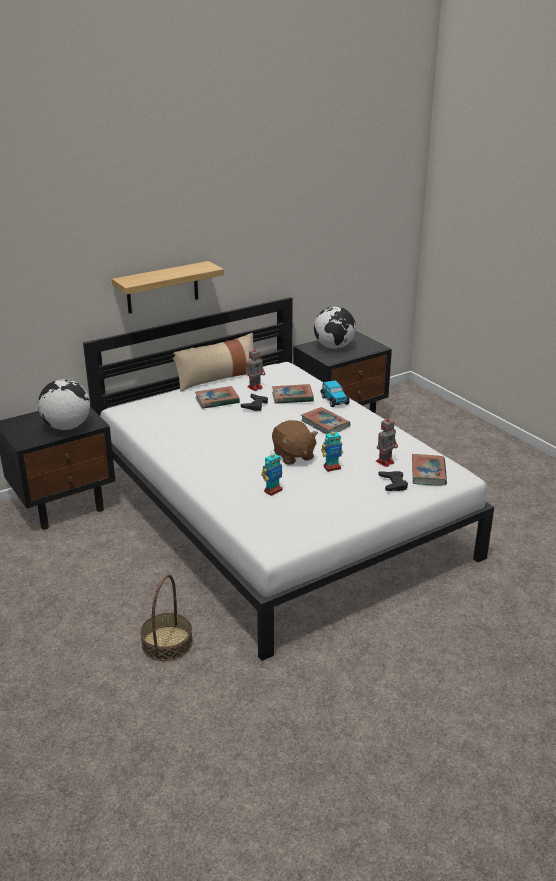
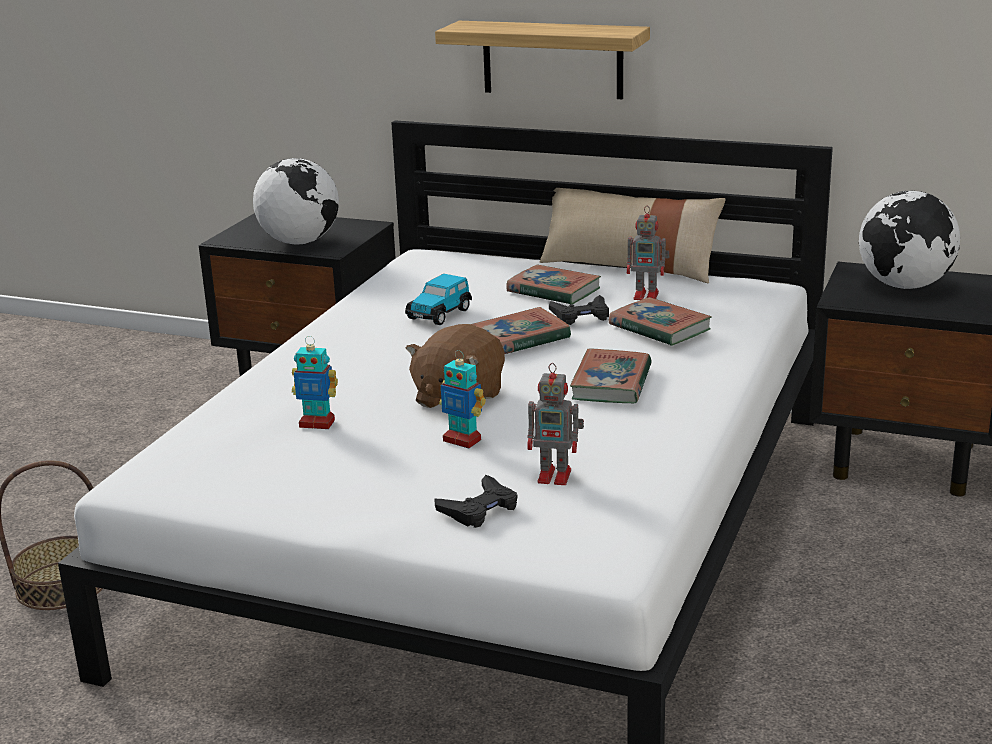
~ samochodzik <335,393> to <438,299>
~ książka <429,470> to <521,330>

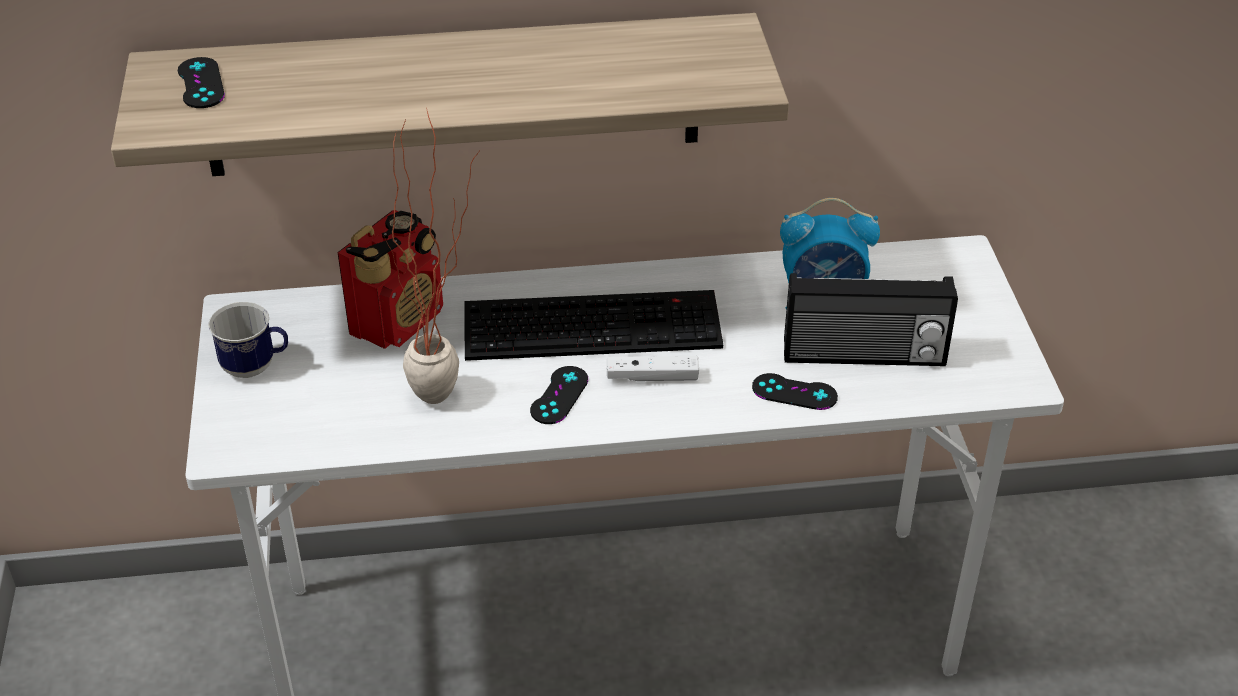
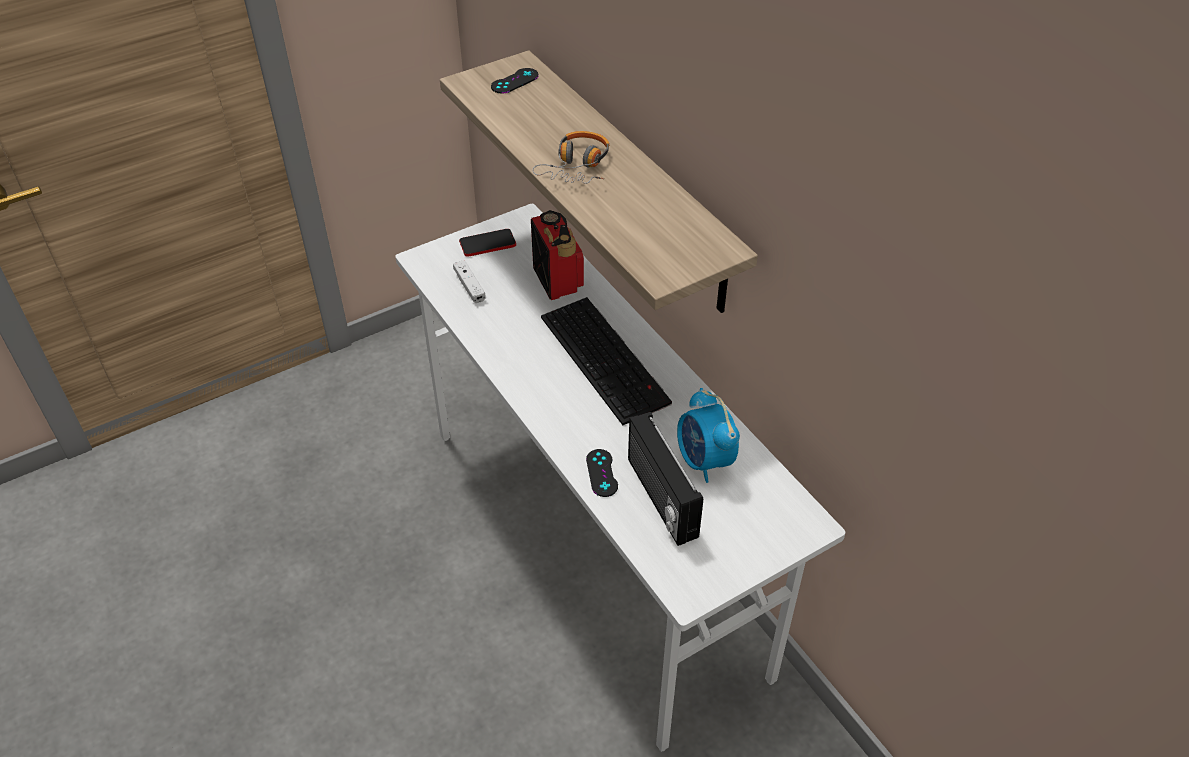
- roślina doniczkowa <431,255>
~ radio <390,279> = <557,255> 120 degrees counterclockwise
~ kubek <248,340> to telefon <487,243>
~ pad do gier/biały <653,368> to <469,281>
- pad do gier/czarny <559,395>
+ słuchawki <570,157>

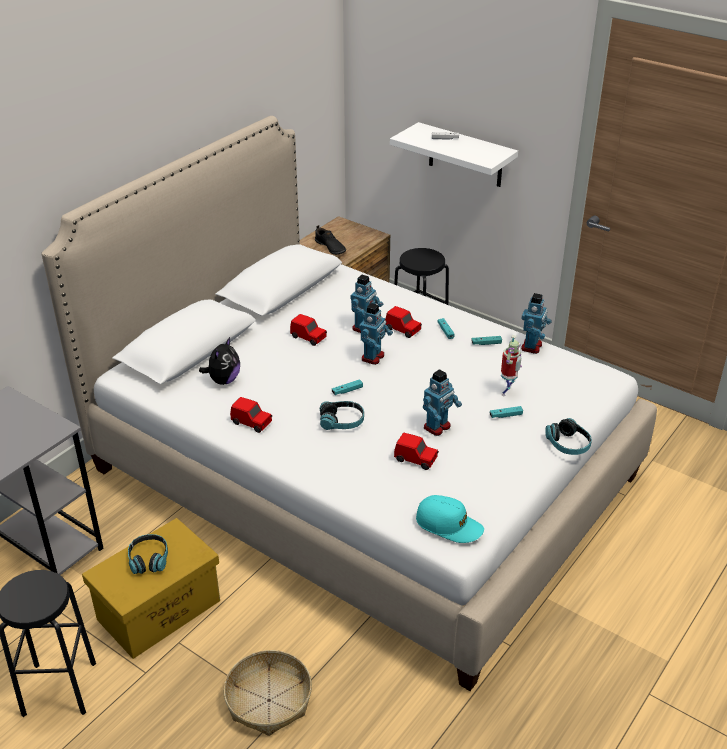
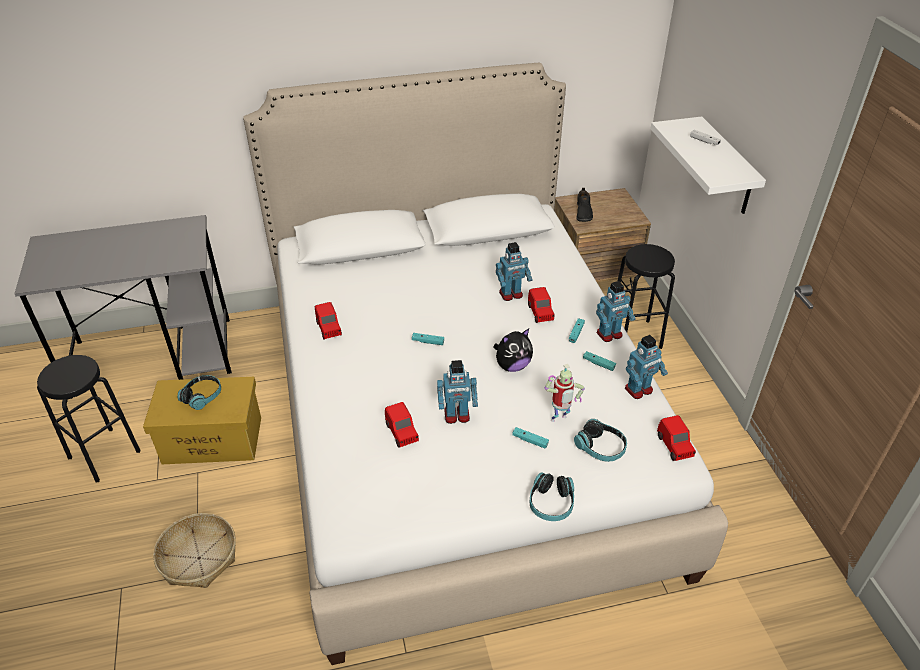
~ robot zabawkowy <376,334> to <616,311>
~ samochodzik/czerwony <308,330> to <676,438>
~ pluszak <219,361> to <513,350>
~ słuchawki <342,415> to <600,440>
- czapka z daszkiem/turkusowy <450,519>

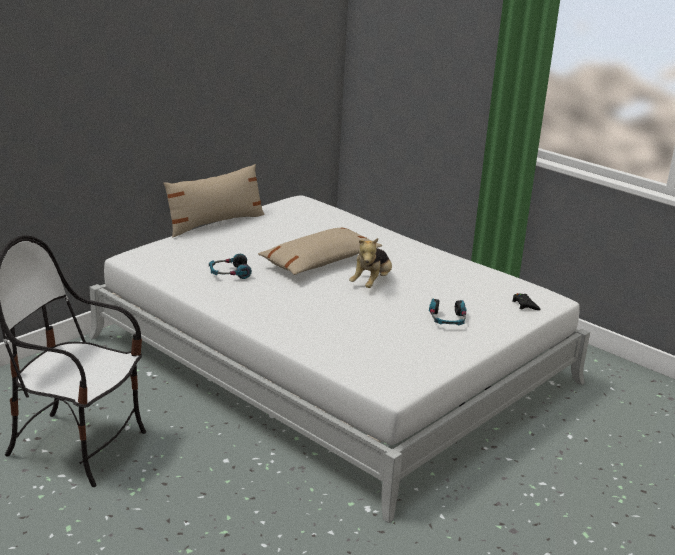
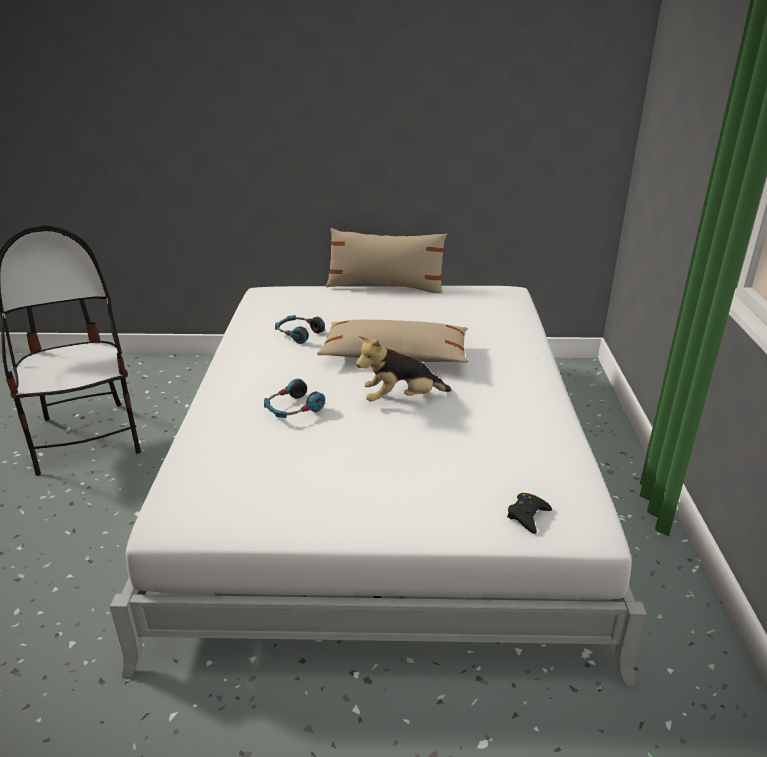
~ słuchawki <448,312> to <294,398>

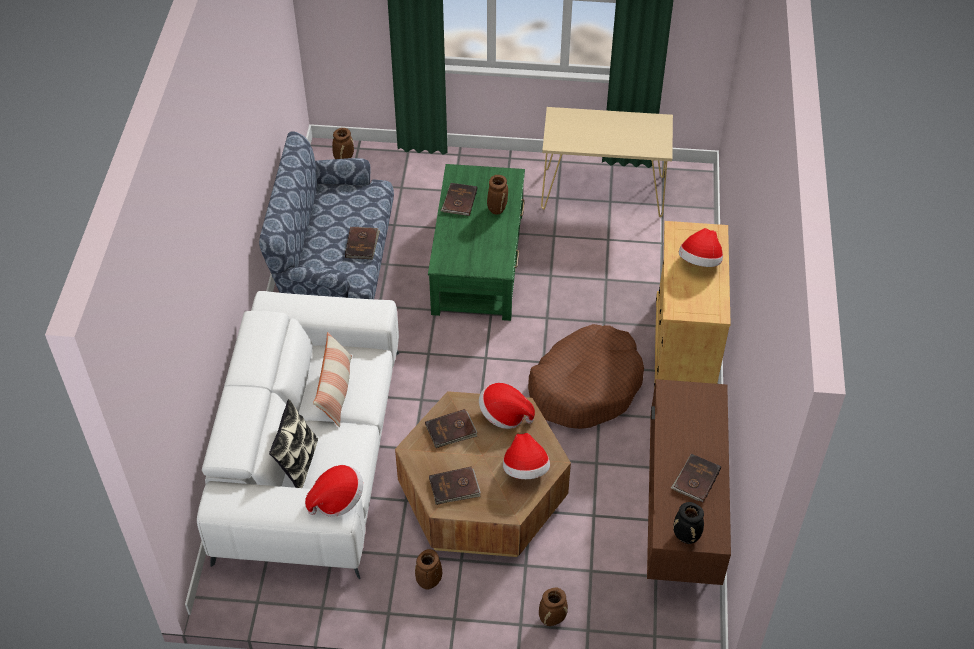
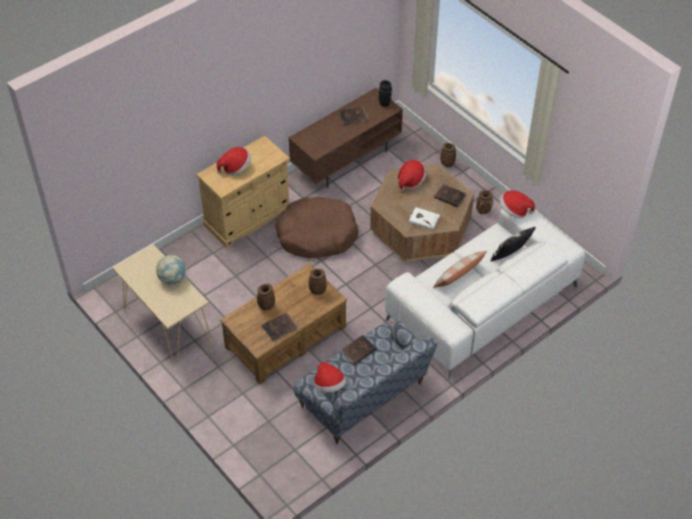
~ wazon/brązowy <343,143> to <318,282>
~ ława/zielony <476,242> to ława/brązowy <283,324>
~ kapelusz <507,406> to <330,377>
~ książka/brązowy <451,428> to książka/biały <425,218>
+ globus <171,269>

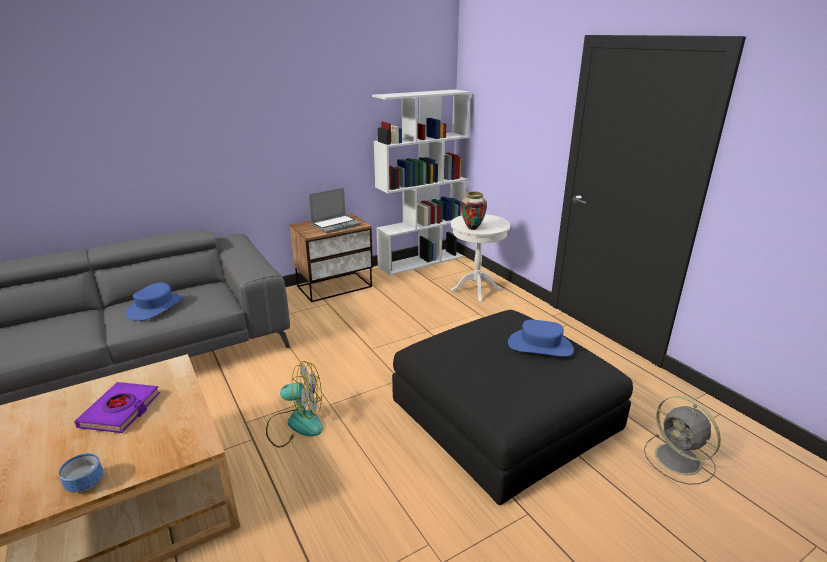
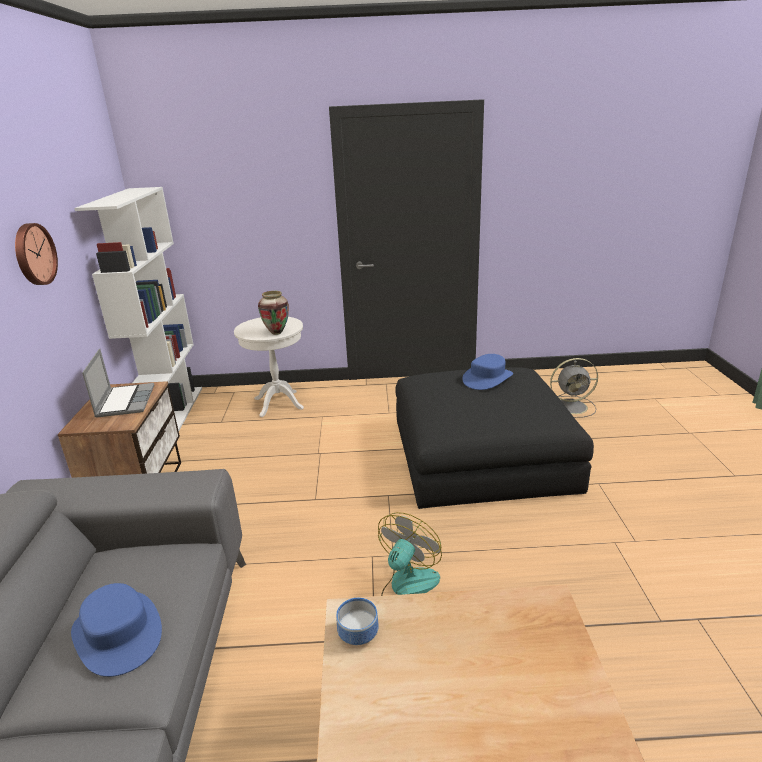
- książka/fioletowy <117,407>
~ miska <81,472> to <357,621>
+ zegar ścienny <36,254>

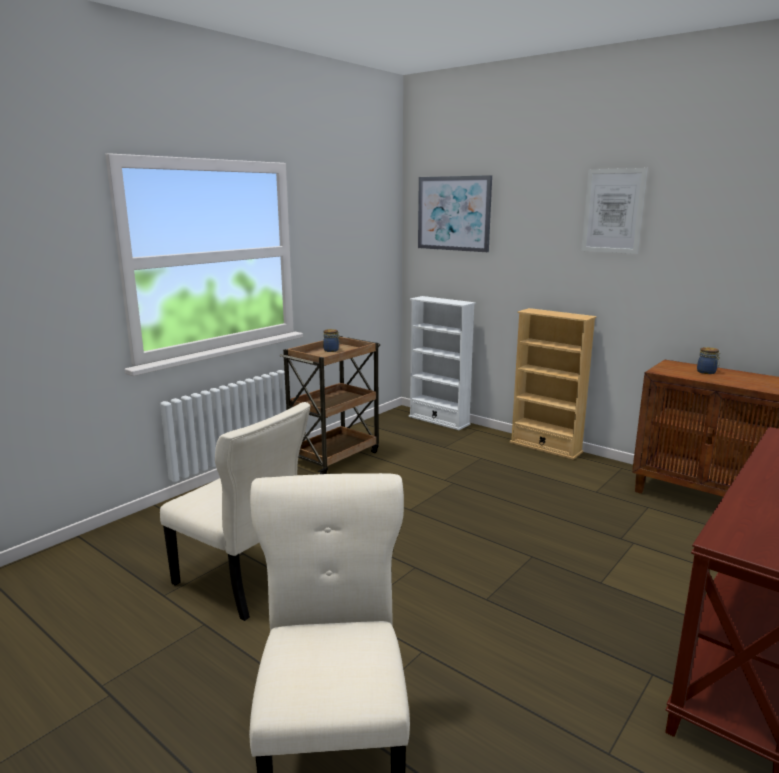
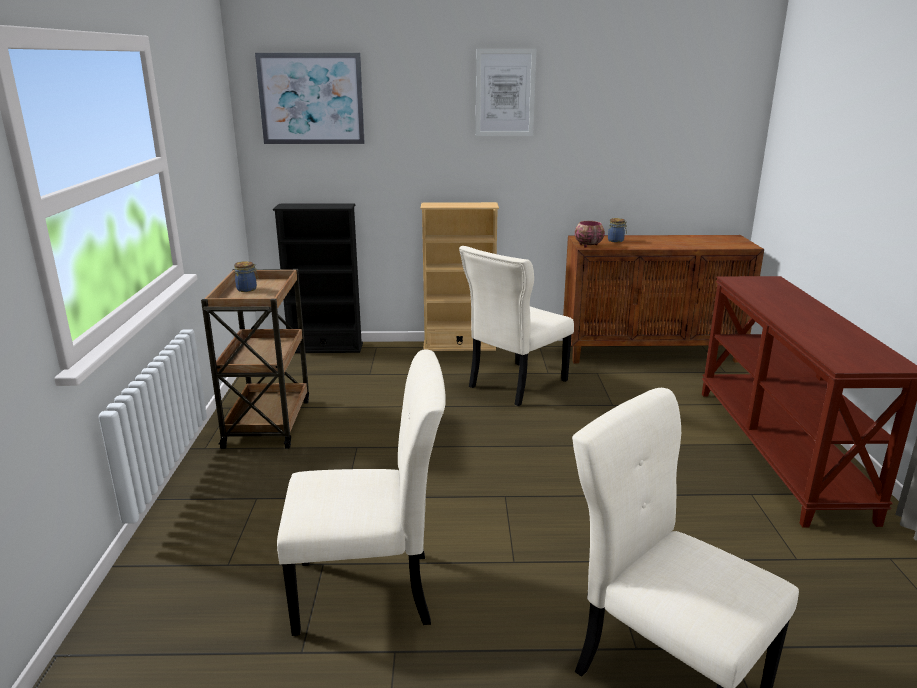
~ regał/biały <442,363> to regał/czarny <318,278>
+ miska <590,234>
+ krzesło/beżowy <516,326>

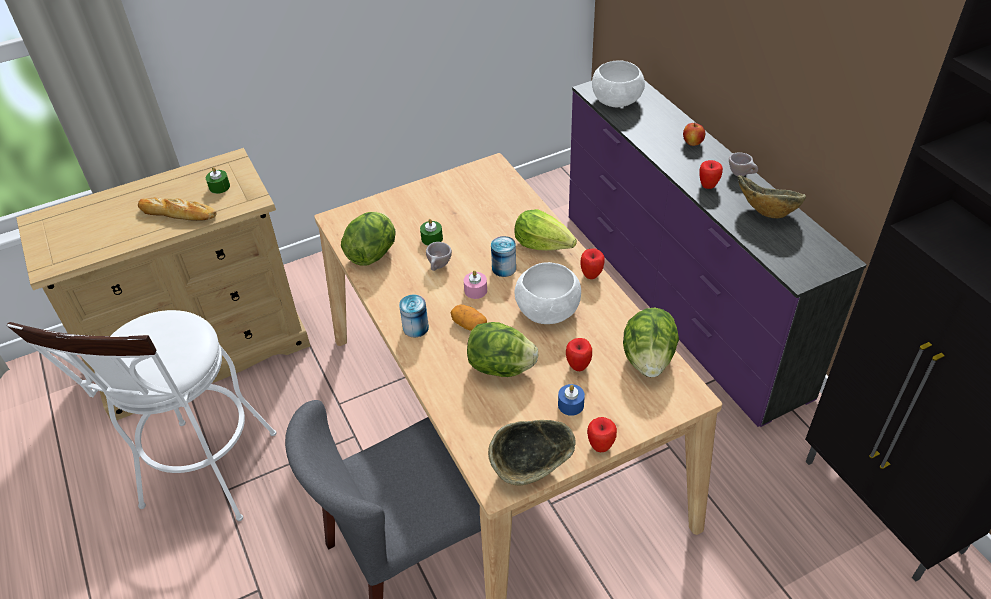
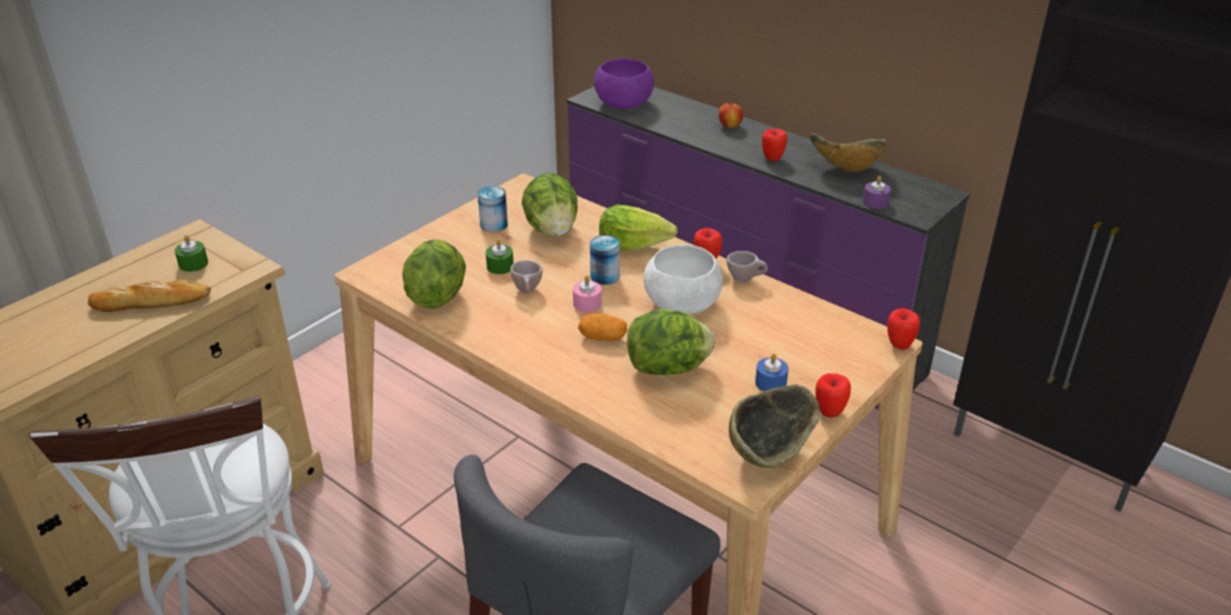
~ miska/biały <618,83> to miska/fioletowy <624,83>
~ filiżanka/beżowy <743,164> to <747,266>
~ puszka <414,316> to <493,209>
~ sałata <651,342> to <550,205>
~ jabłko <579,354> to <903,329>
+ świeca/fioletowy <877,192>

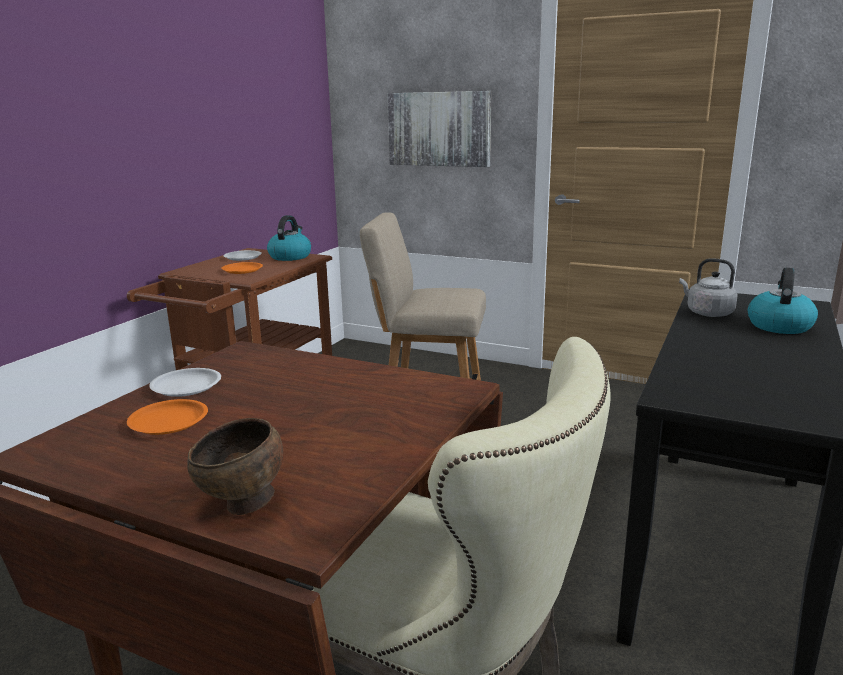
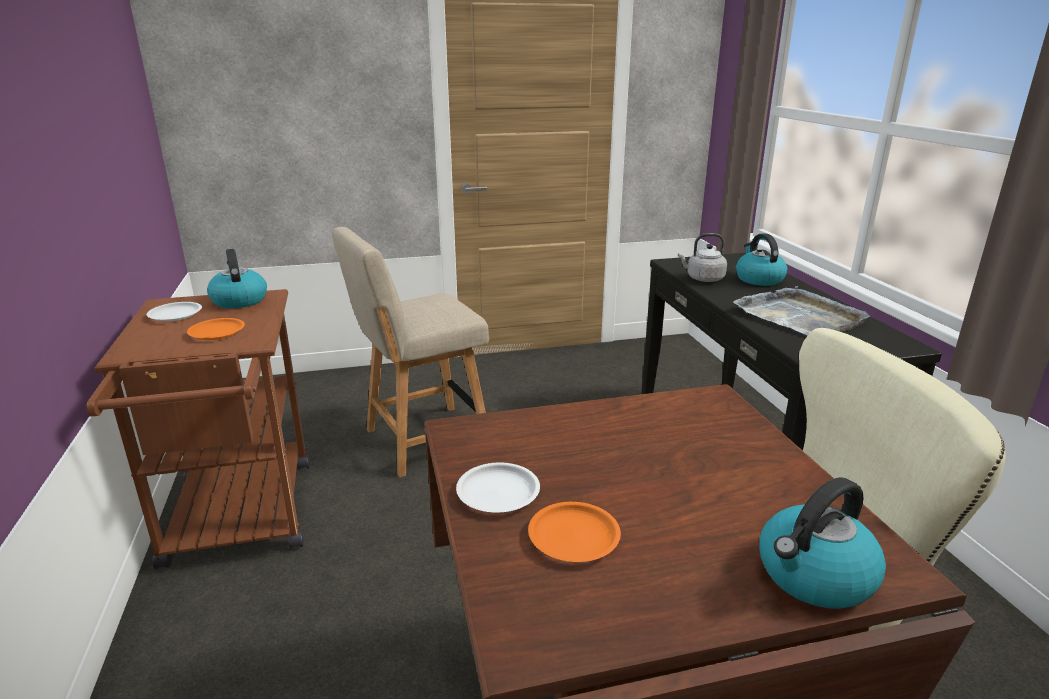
- obraz <439,129>
~ miska/brązowy <235,466> to czajnik <822,543>
+ taca/szary <801,311>

